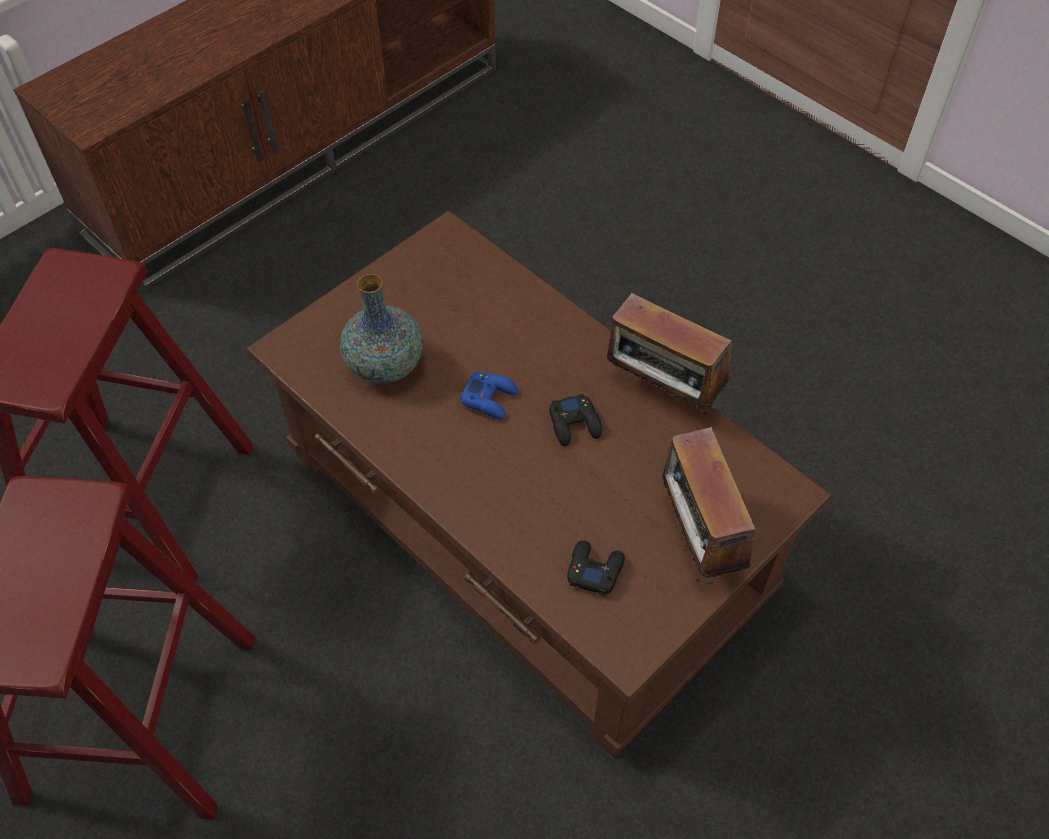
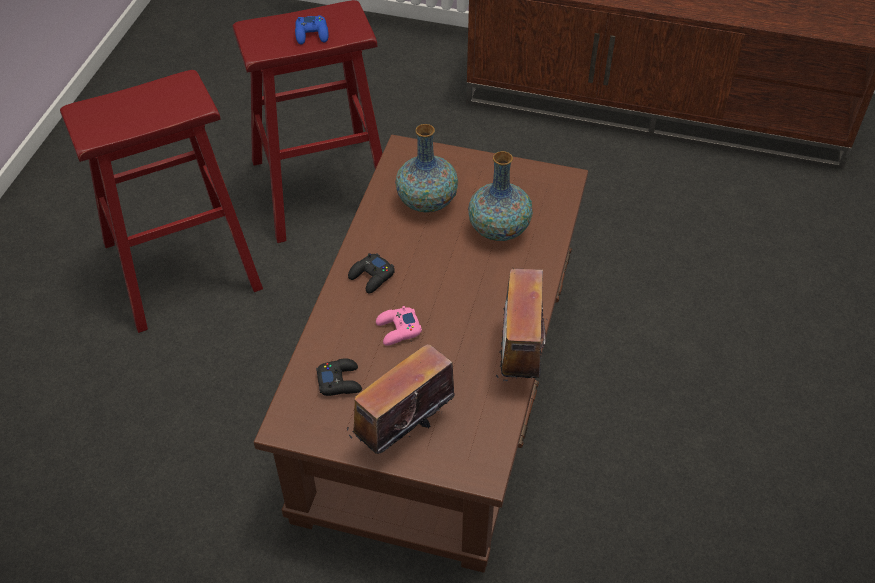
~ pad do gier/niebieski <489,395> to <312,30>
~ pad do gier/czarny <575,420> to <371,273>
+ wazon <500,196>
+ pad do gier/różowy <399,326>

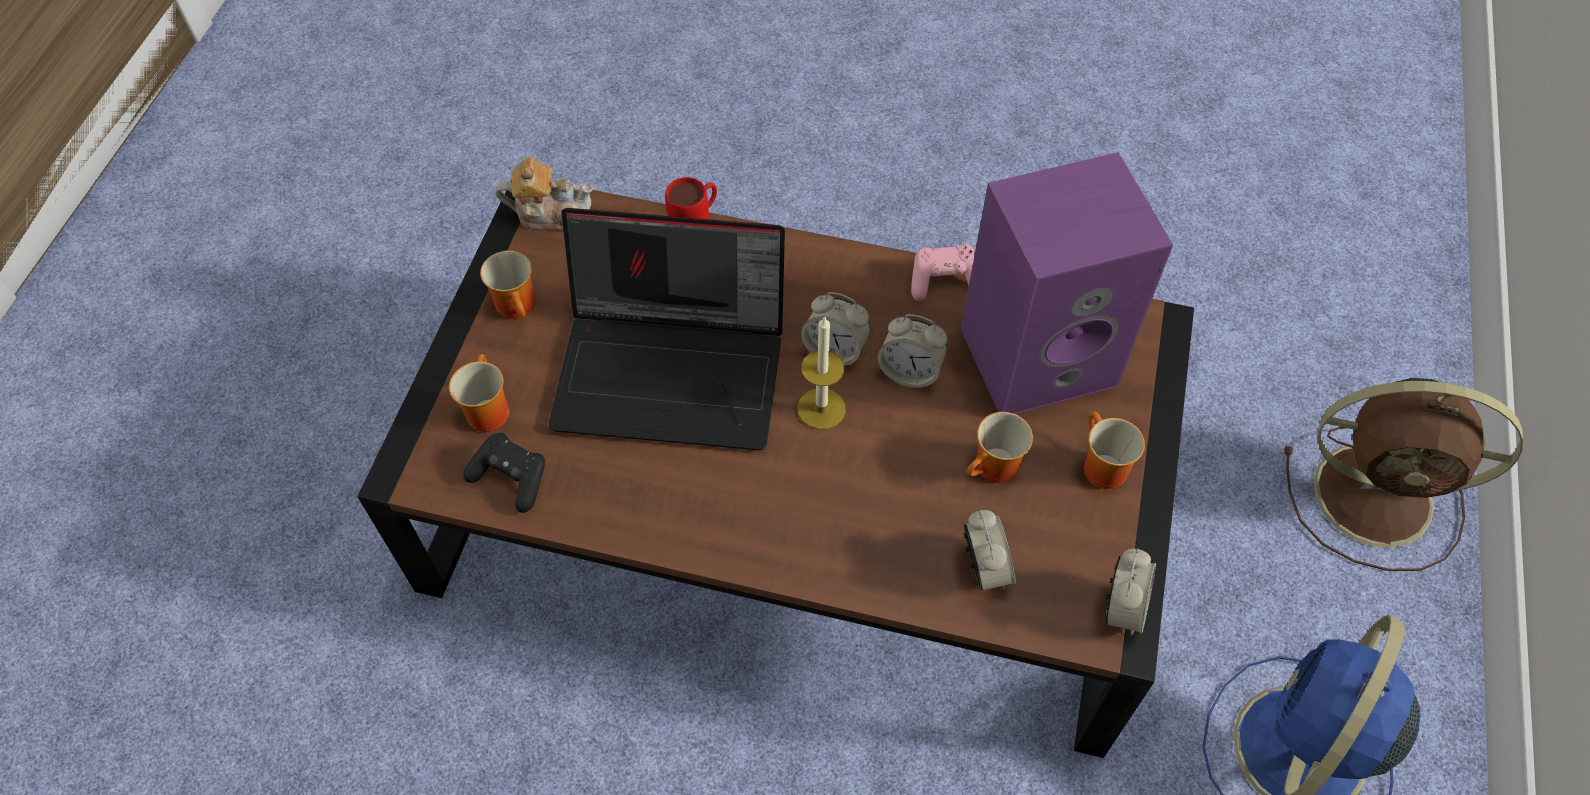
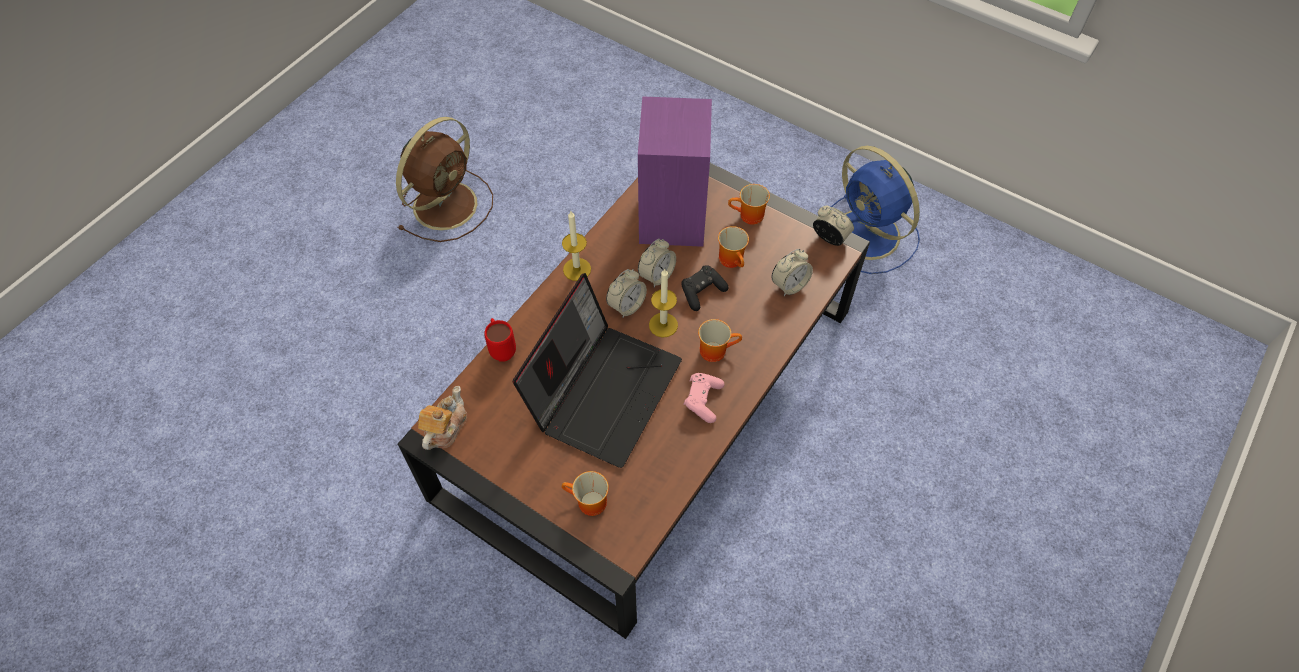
~ pad do gier/różowy <943,272> to <704,398>
~ kubek <507,284> to <720,340>
~ wentylator/brązowy <1403,474> to <444,179>
~ pad do gier/czarny <504,473> to <704,288>
~ budzik <990,550> = <792,272> 135 degrees clockwise
+ świeca <576,246>

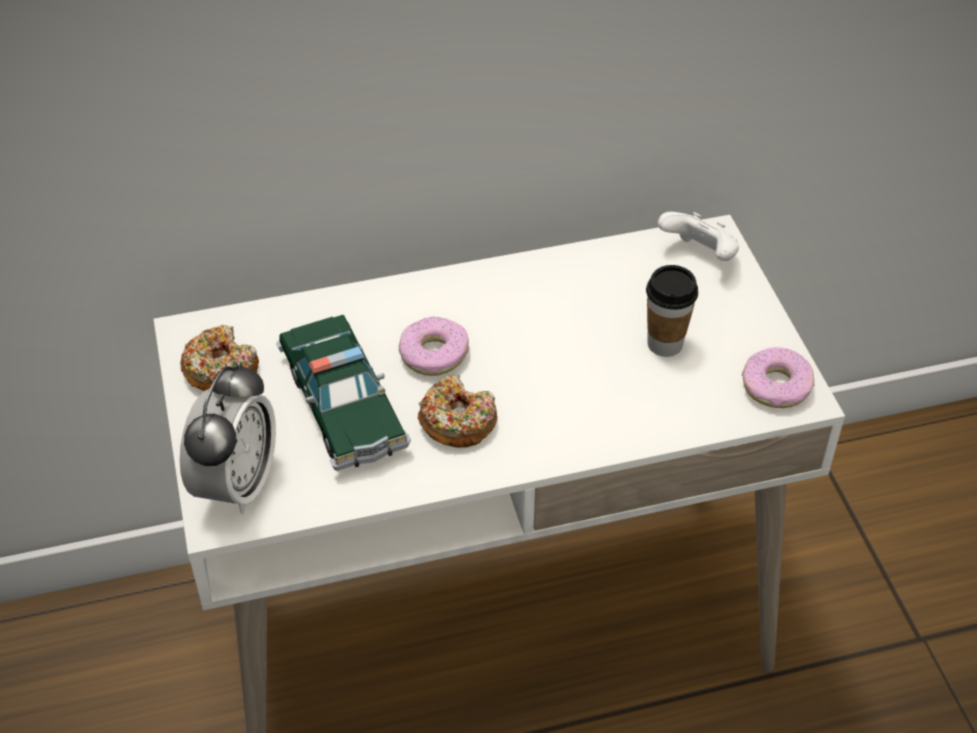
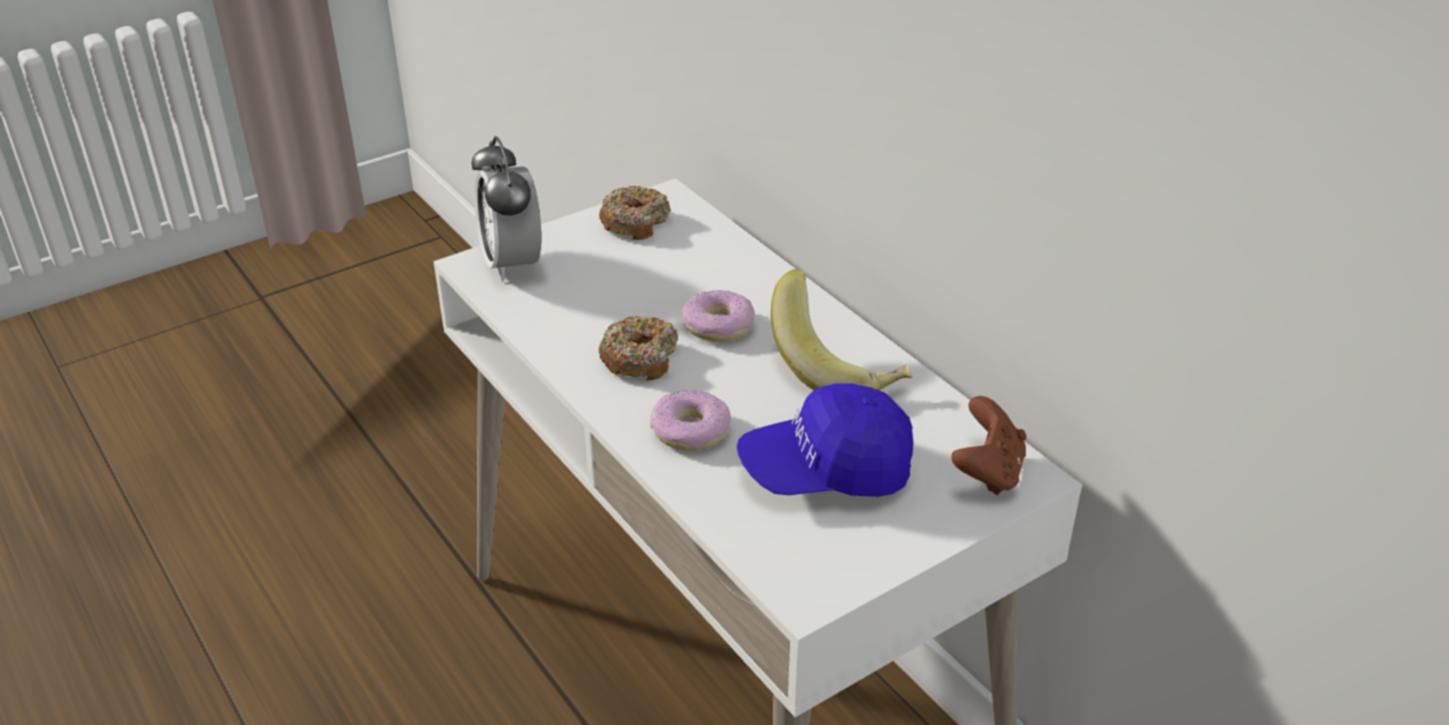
~ pad do gier/biały <698,236> to pad do gier/brązowy <988,445>
~ filiżanka <672,311> to czapka z daszkiem/niebieski <825,440>
- samochodzik <343,393>
~ donut <778,377> to <690,420>
~ budzik <228,437> = <507,209> 75 degrees clockwise
+ banan <841,329>

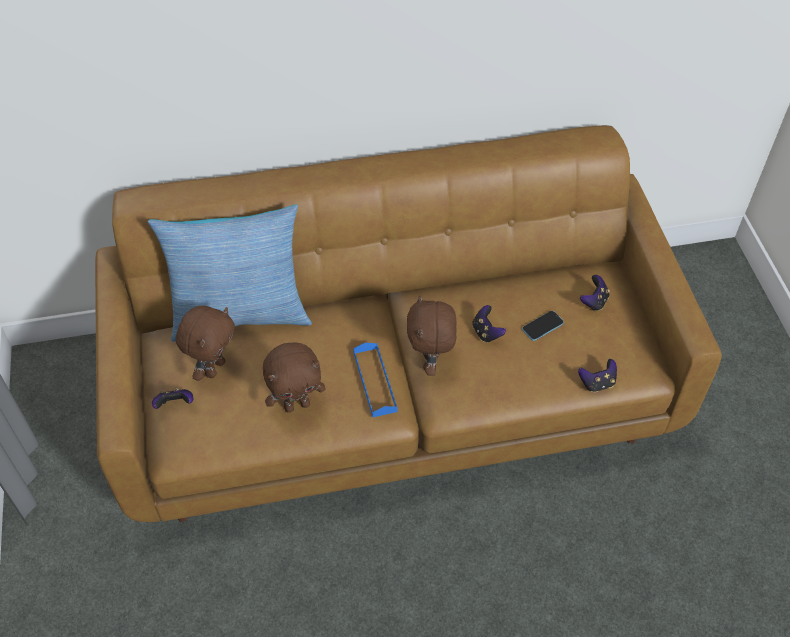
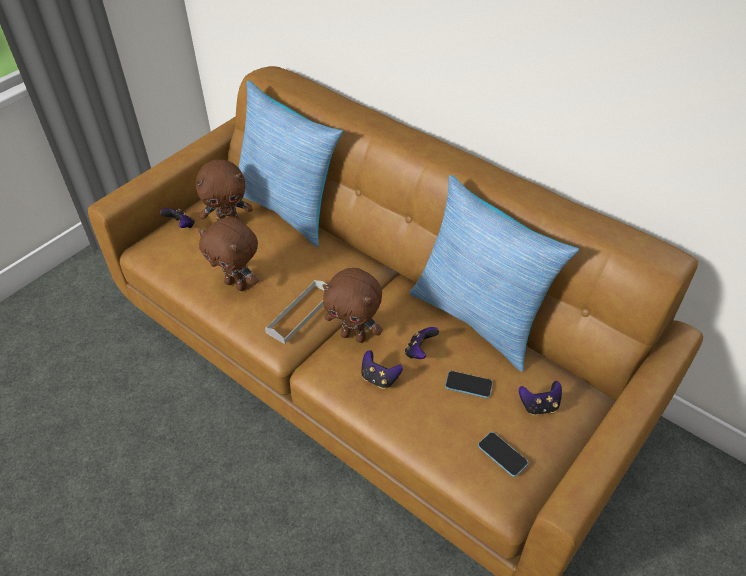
~ pluszak/brązowy <432,335> = <352,305> 120 degrees counterclockwise
~ taca/niebieski <375,380> to taca/szary <296,312>
~ pad do gier <597,375> to <382,369>
+ poduszka <494,273>
+ telefon <503,454>

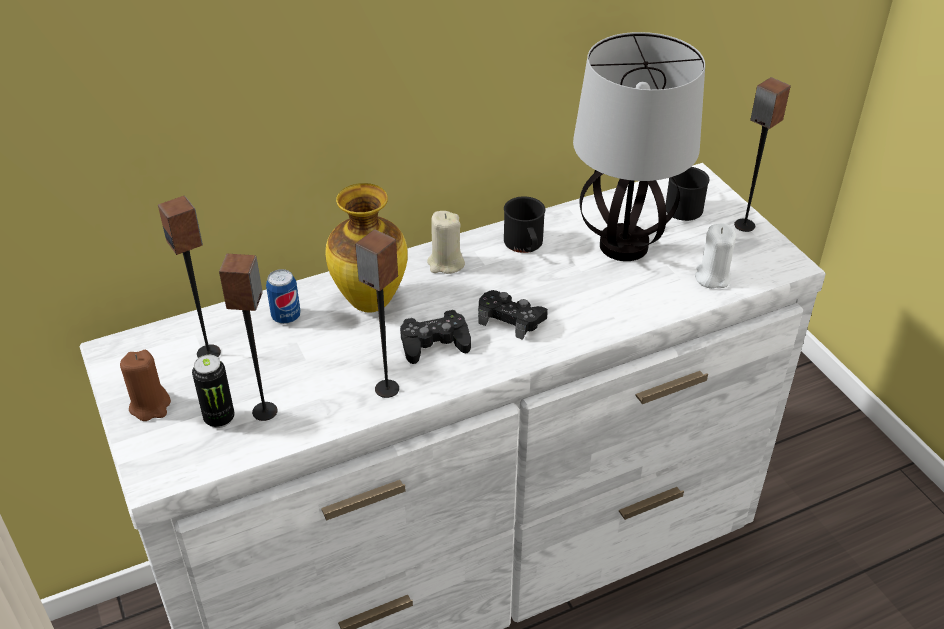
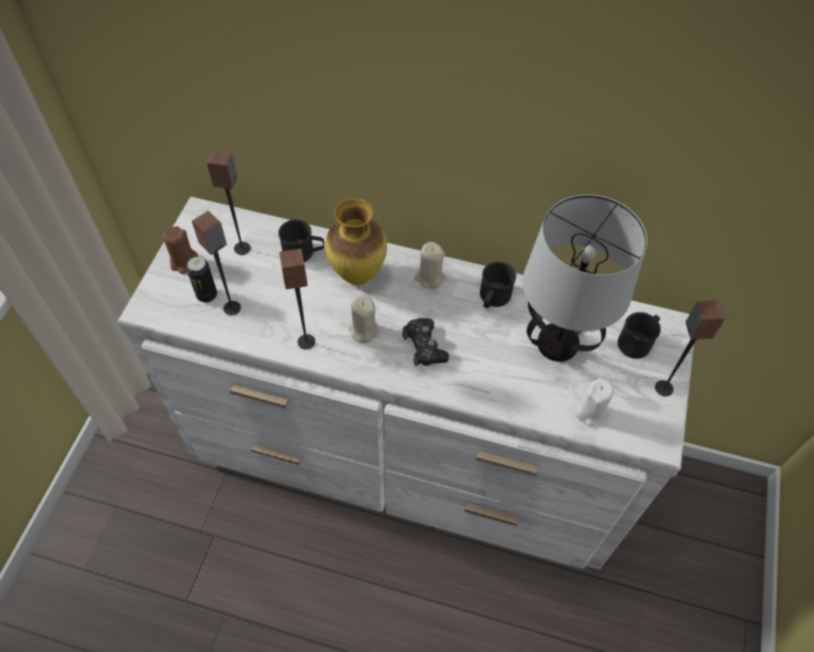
~ puszka <283,296> to kubek/czarny <301,240>
~ pad do gier/czarny <435,337> to świeca/beżowy <363,319>

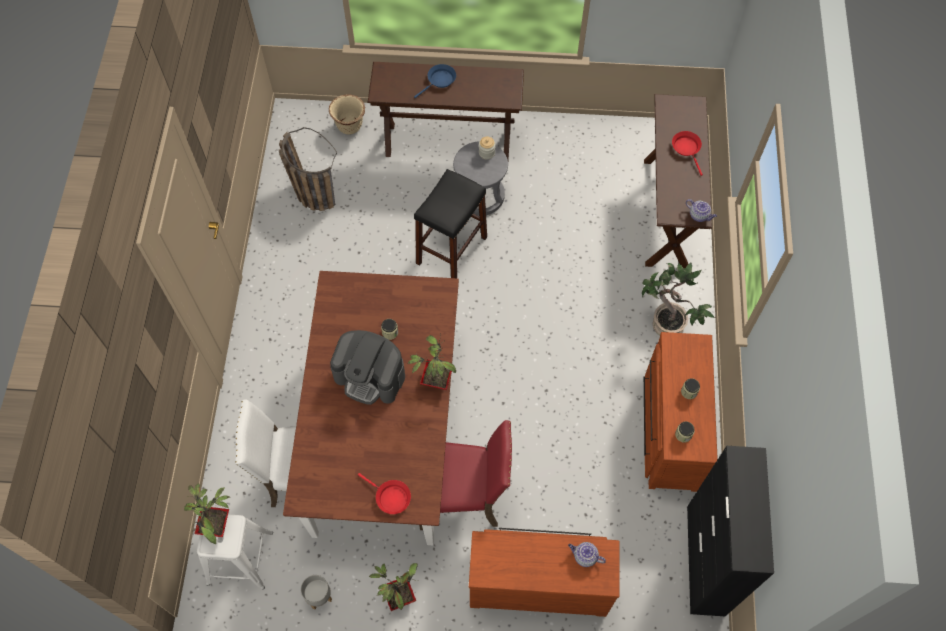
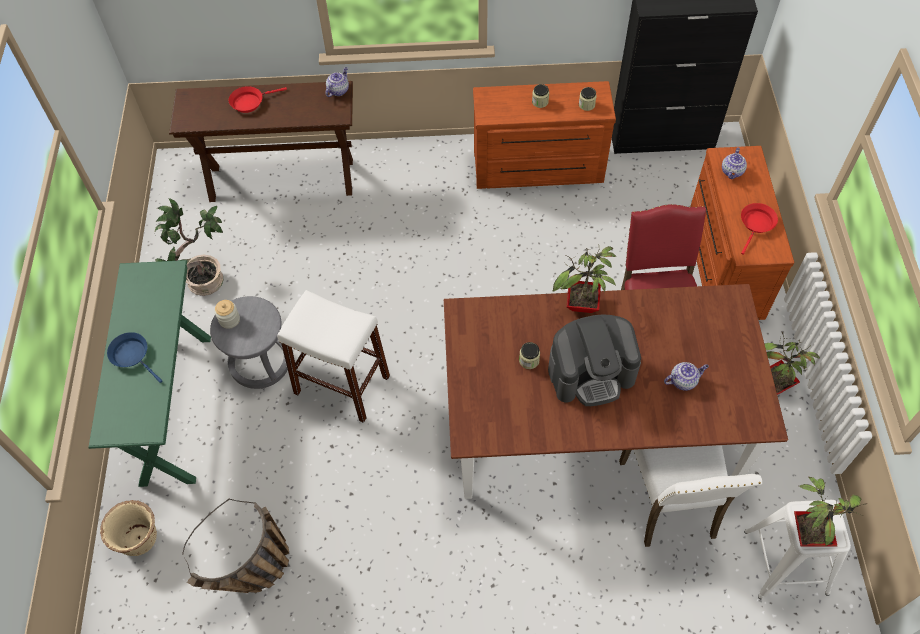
~ stolik konsolowy/brązowy <445,111> to stolik konsolowy/zielony <149,373>
~ stołek/czarny <450,223> to stołek/biały <333,356>
~ roślina doniczkowa <678,299> to <189,247>
~ ekspres do kawy <367,367> = <594,360> 60 degrees clockwise
~ patelnia/czerwony <384,493> to <759,229>
- donica/szary <316,592>
+ imbryk <686,376>

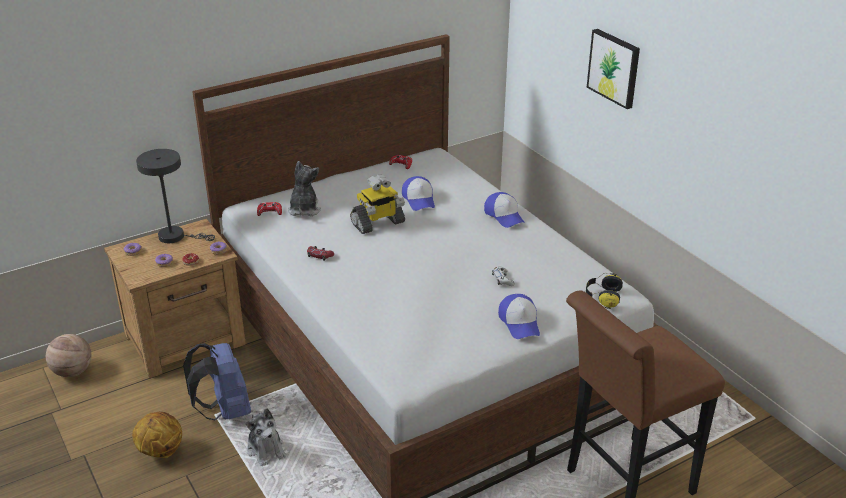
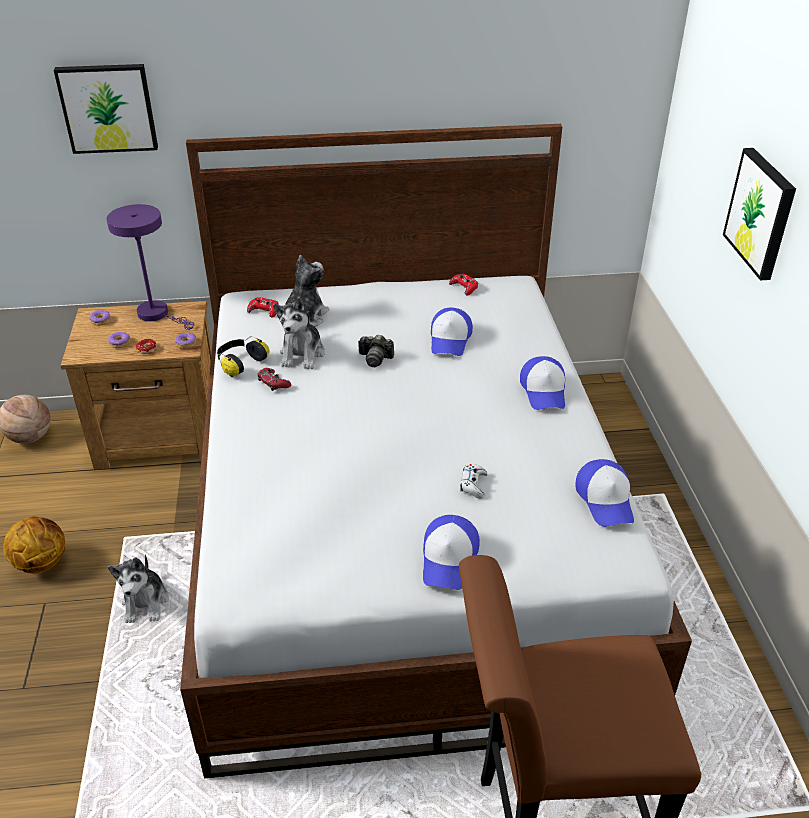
~ lampa stołowa/szary <175,196> to lampa stołowa/fioletowy <150,267>
~ robot zabawkowy <377,204> to aparat fotograficzny <376,350>
~ słuchawki <604,291> to <243,356>
- plecak/niebieski <217,382>
+ obraz <106,109>
+ pluszak <299,333>
+ czapka z daszkiem <605,493>

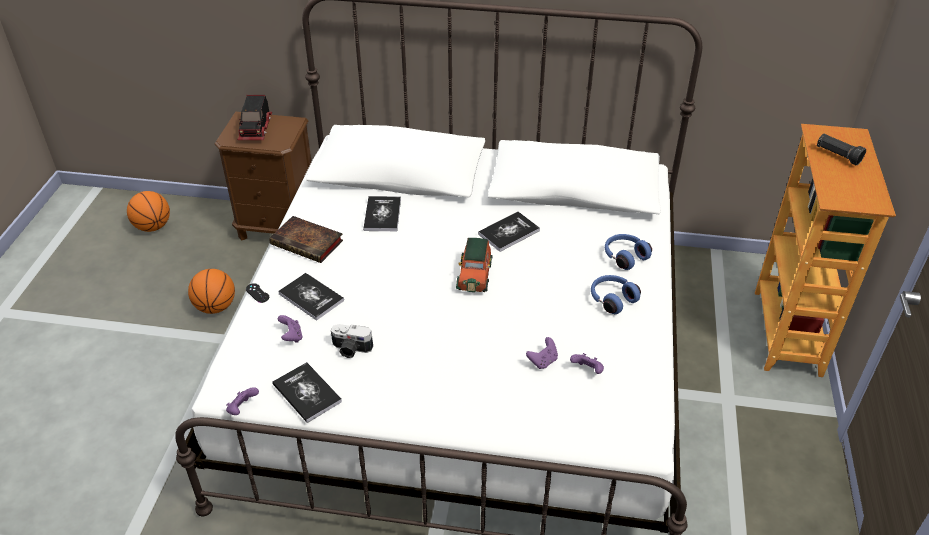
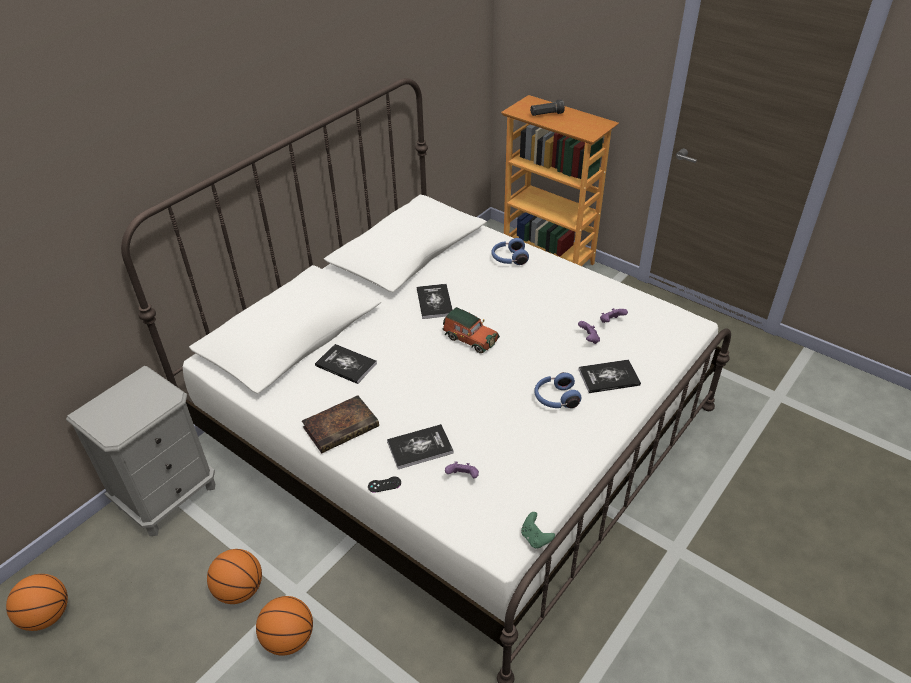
- ciężarówka zabawkowa <254,117>
~ szafka nocna/brązowy <263,176> to szafka nocna/szary <140,451>
~ słuchawki/niebieski <616,294> to <558,390>
- aparat fotograficzny <352,341>
~ książka <307,392> to <609,376>
~ pad do gier/fioletowy <242,401> to pad do gier/zielony <538,530>
+ piłka do koszykówki <284,626>

